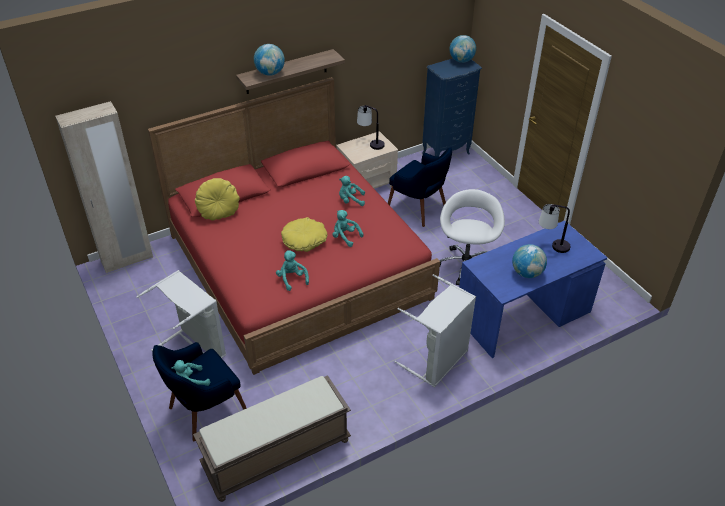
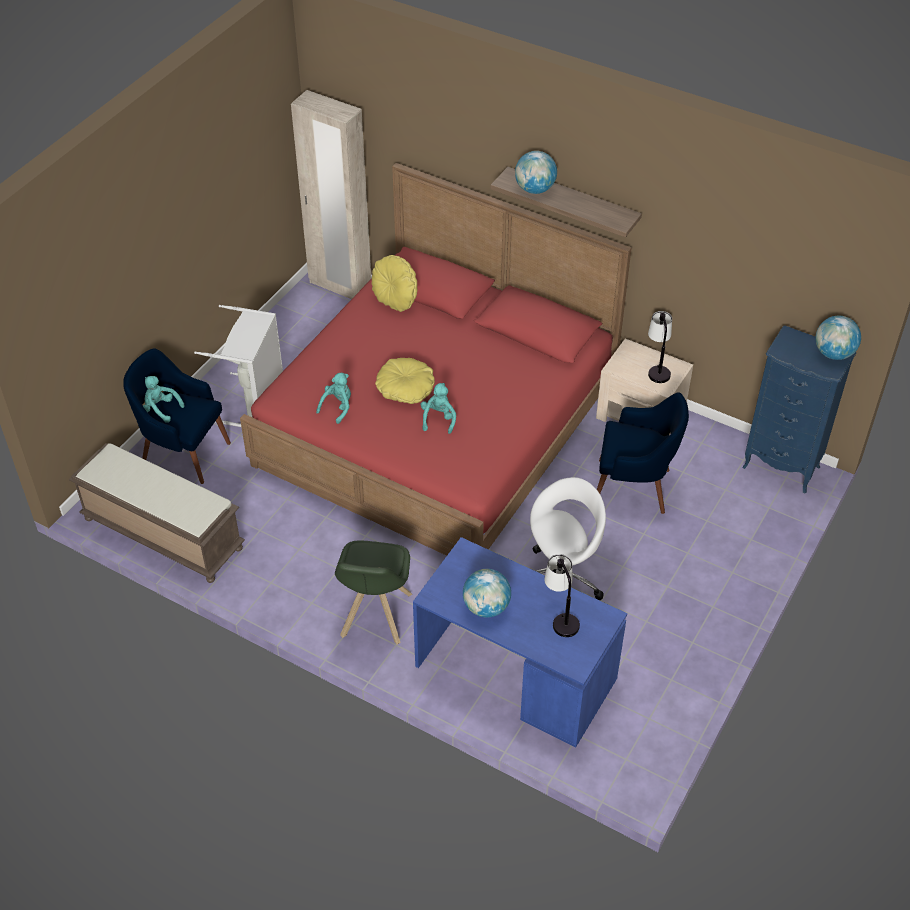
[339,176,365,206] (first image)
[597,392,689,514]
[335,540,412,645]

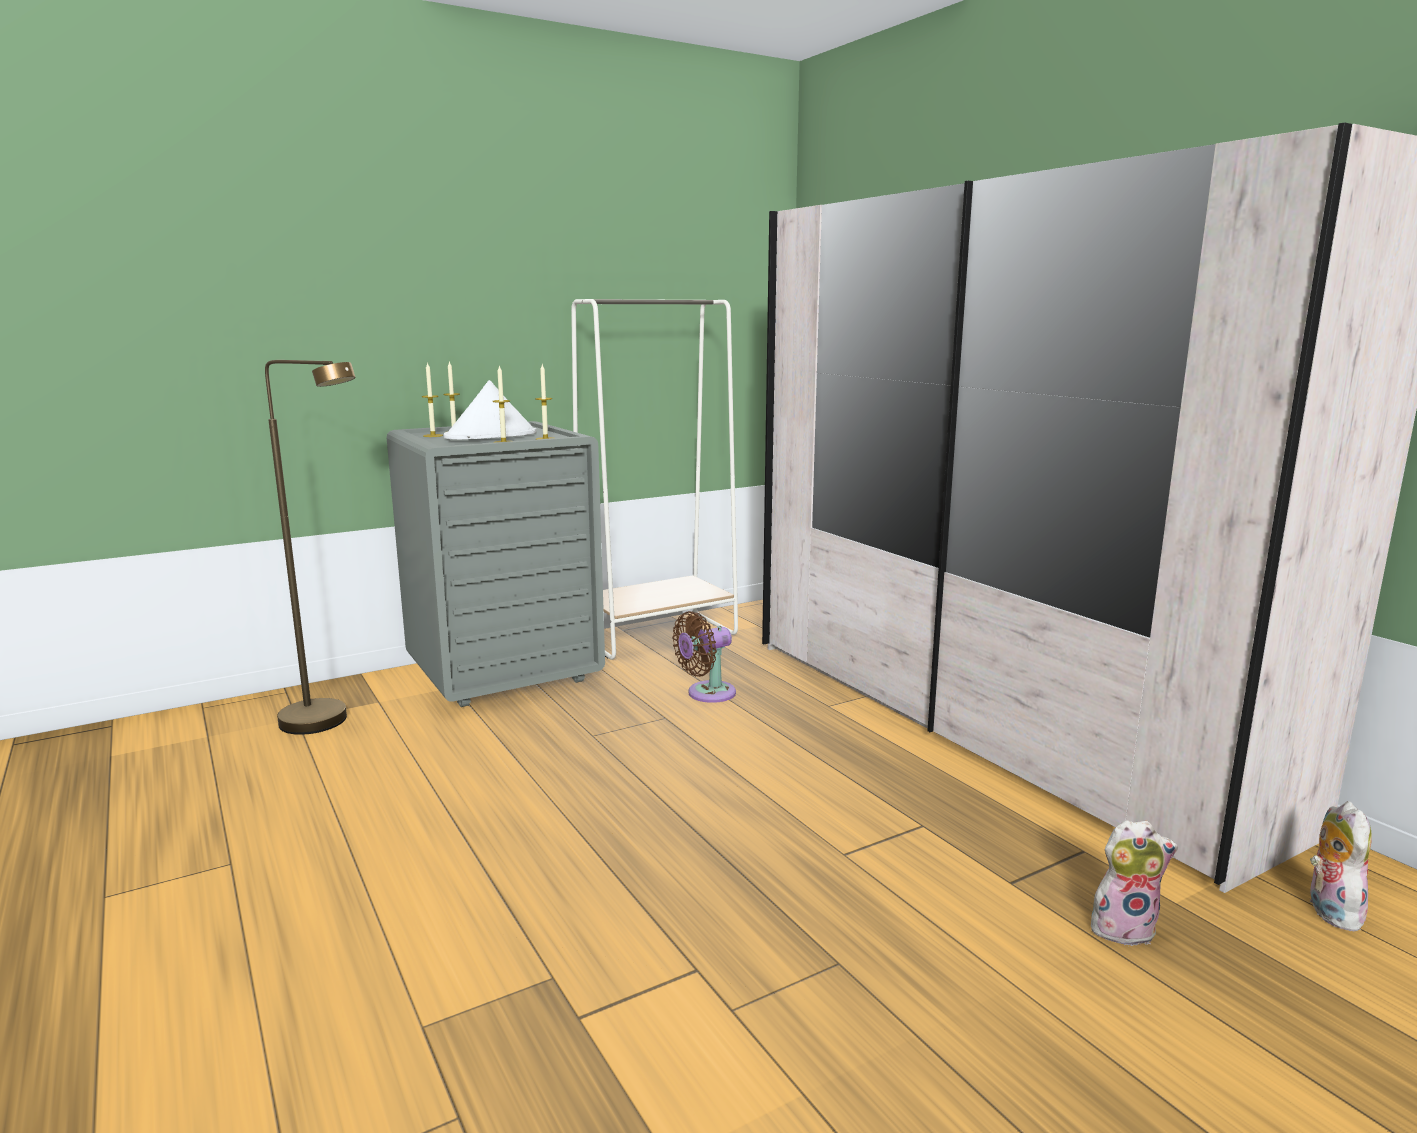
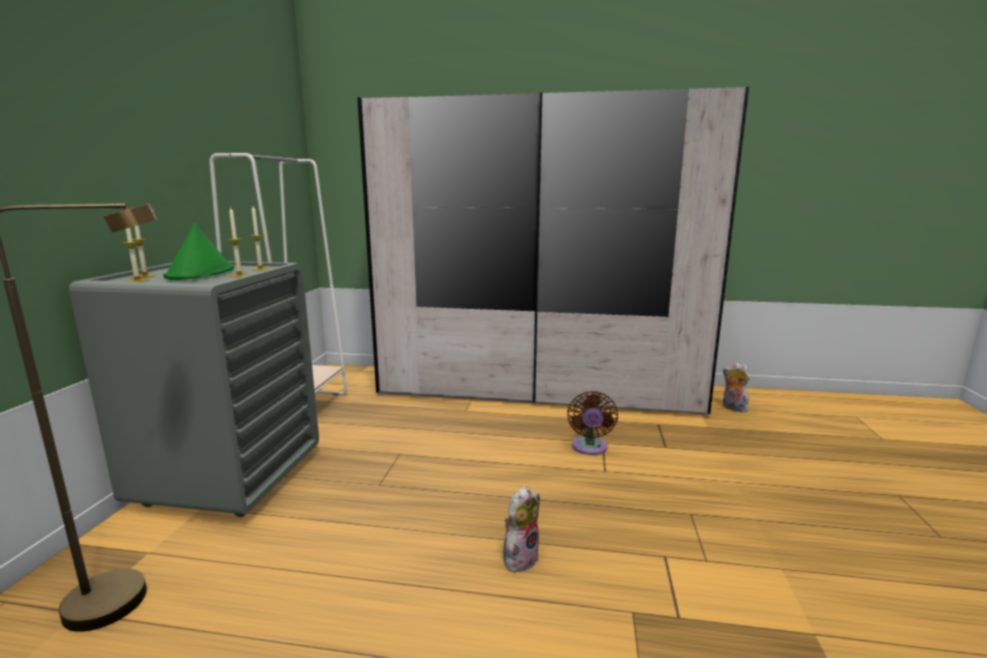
[163,223,234,280]
[567,391,618,455]
[503,486,540,572]

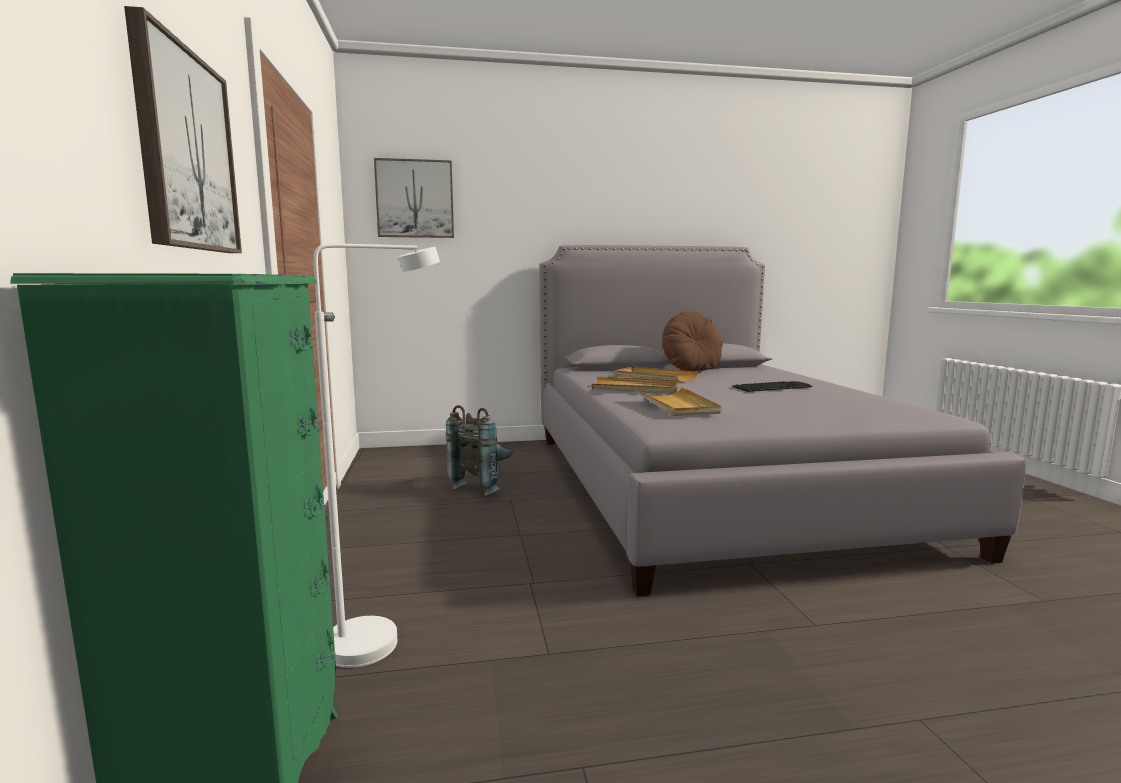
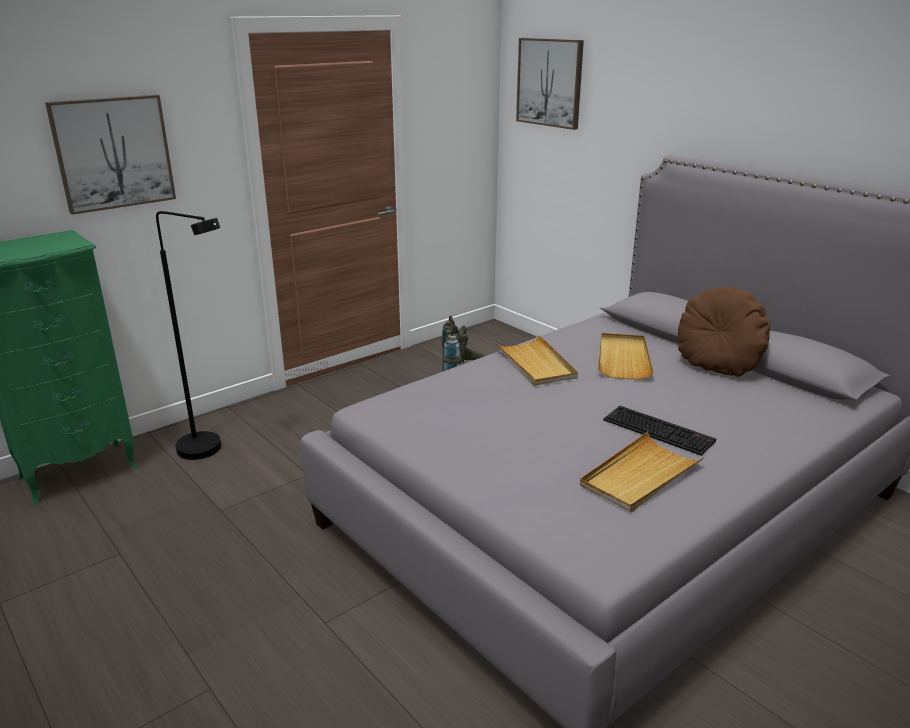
[156,211,221,460]
[580,432,705,512]

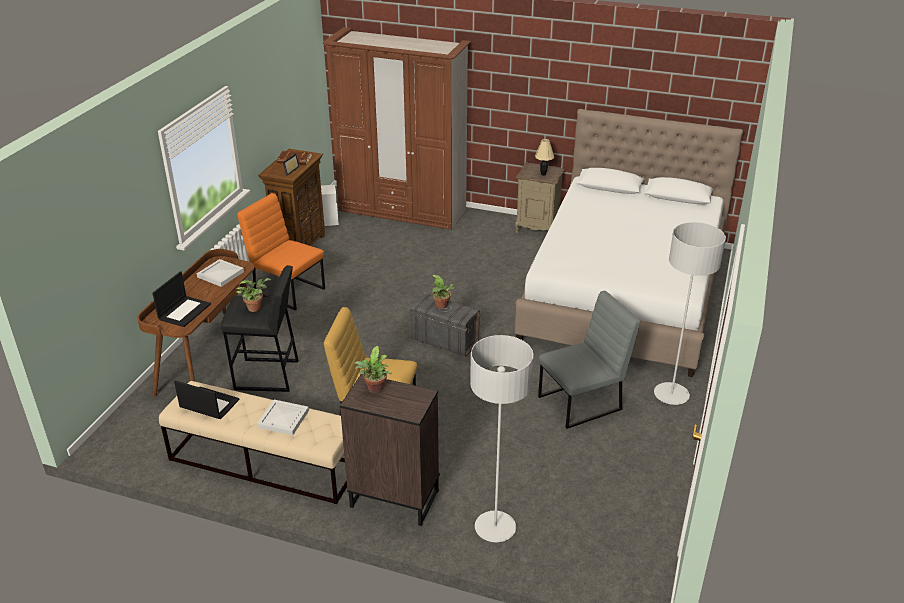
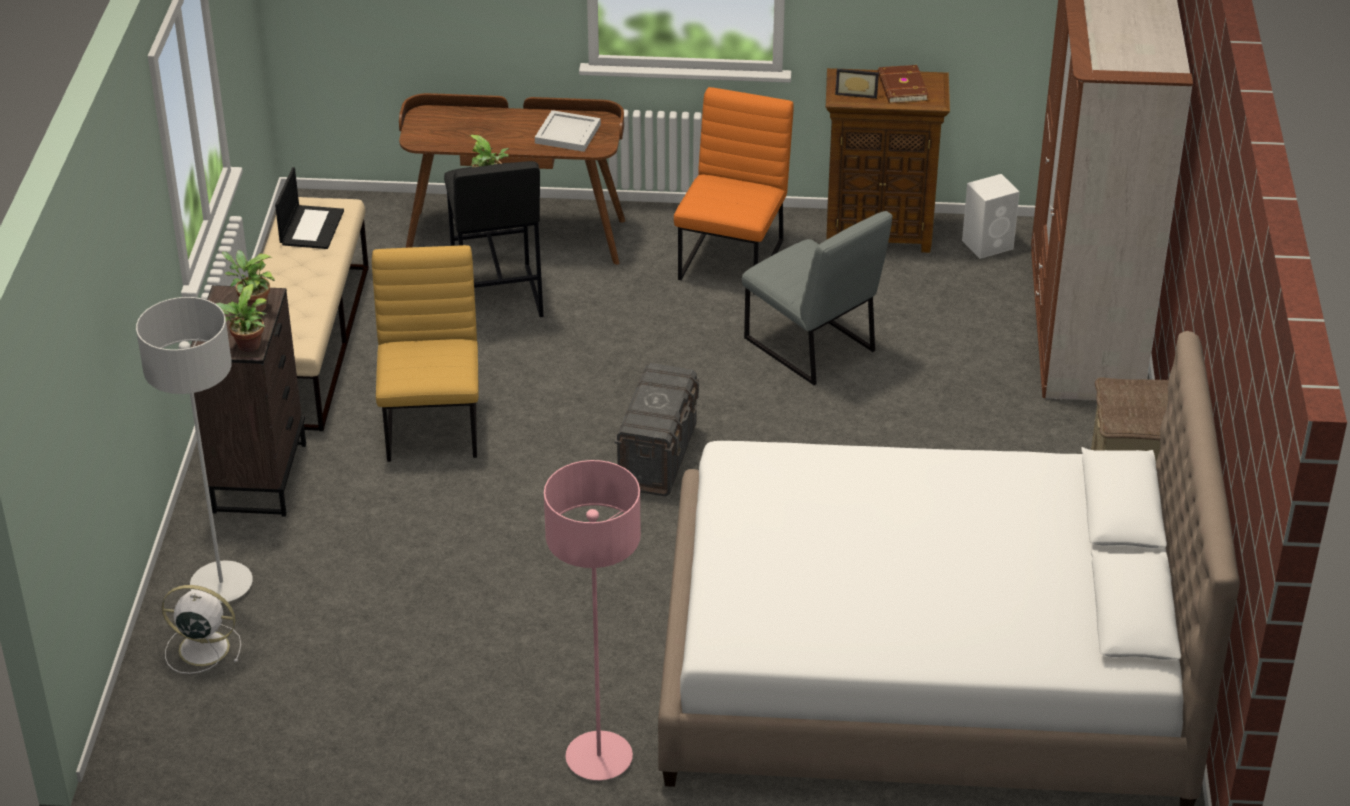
[152,271,211,327] (first image)
[257,400,309,435] (first image)
[216,284,267,352]
[535,139,554,176] (first image)
[742,211,892,385]
[544,460,641,780]
[162,585,241,674]

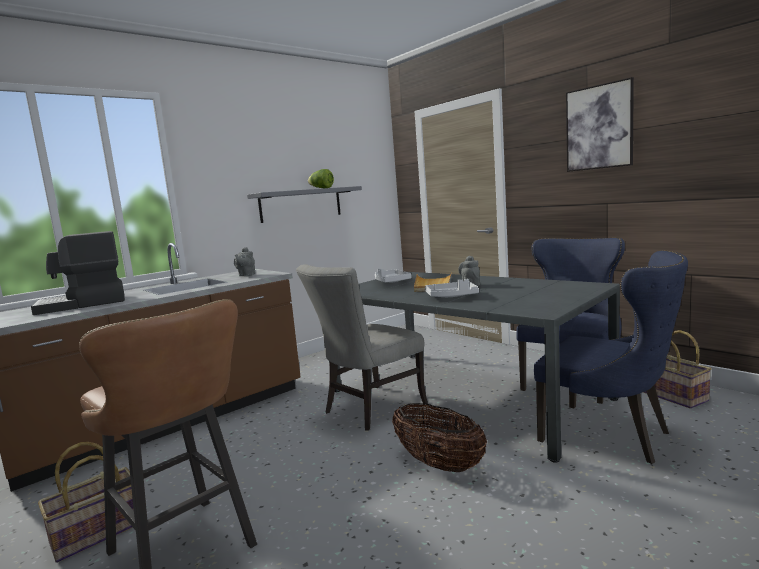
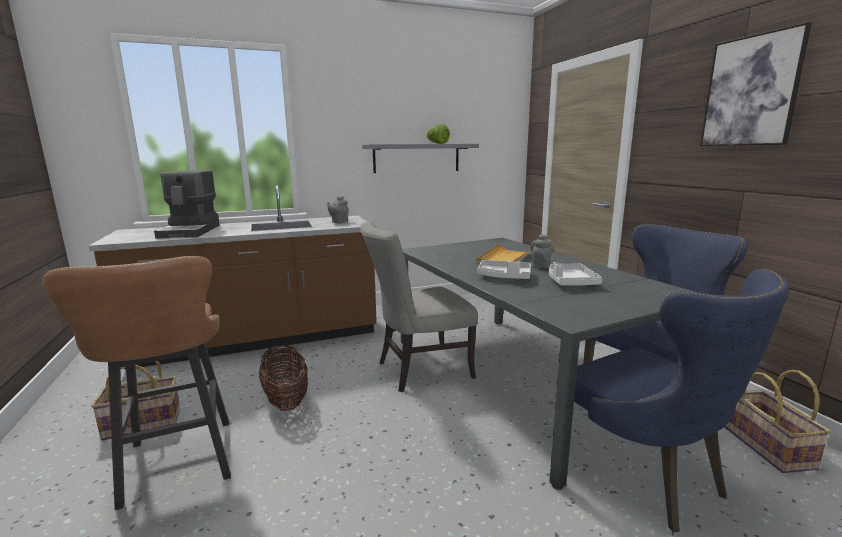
[154,170,220,239]
[549,262,602,286]
[259,345,308,411]

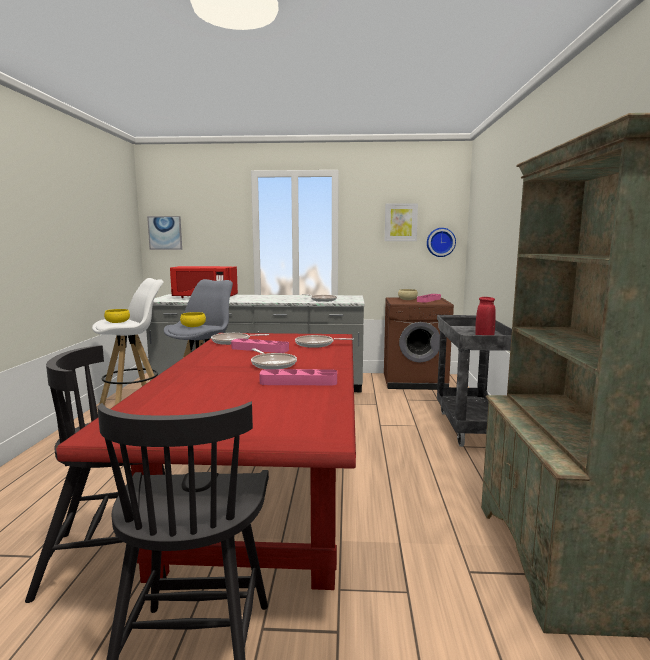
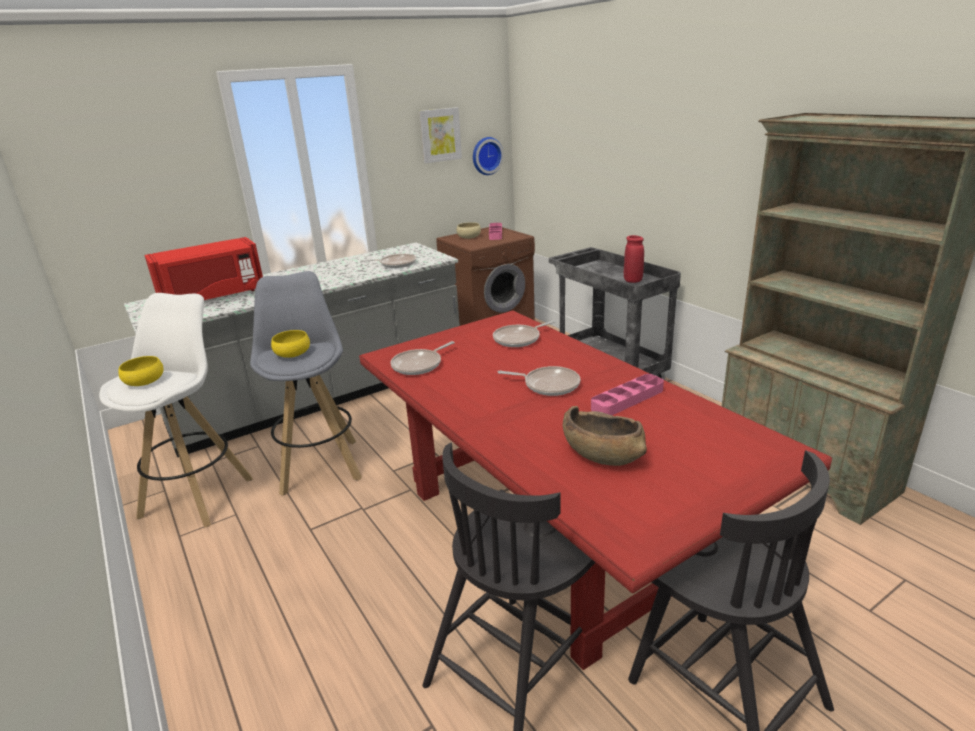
[147,216,182,250] (first image)
[231,338,289,353] (first image)
[563,406,647,466]

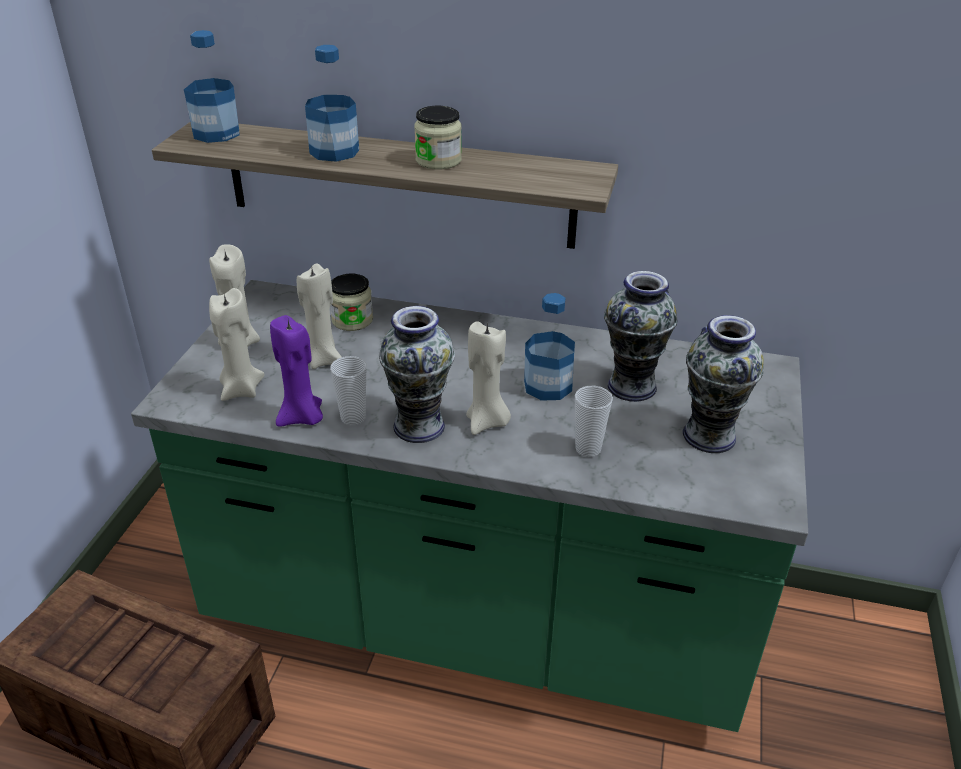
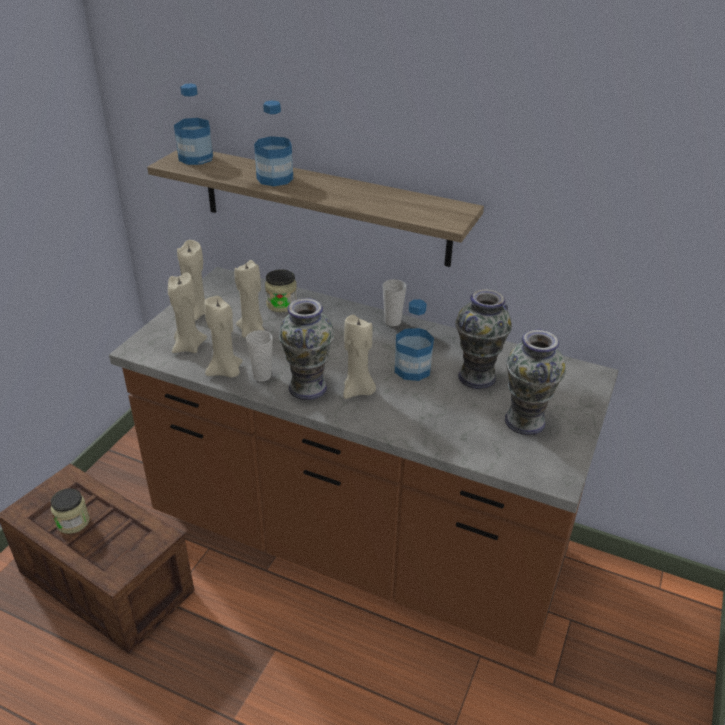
[109,267,618,657]
[204,296,243,378]
[51,488,90,534]
[383,279,407,326]

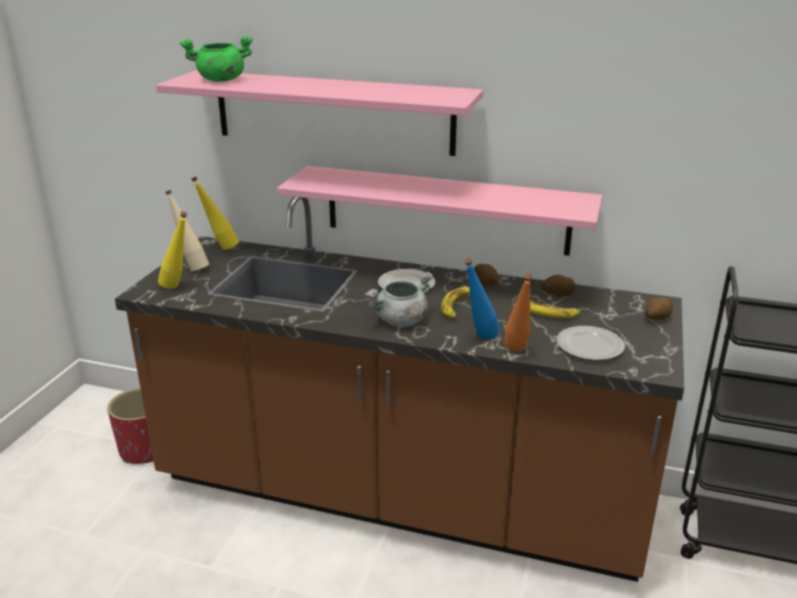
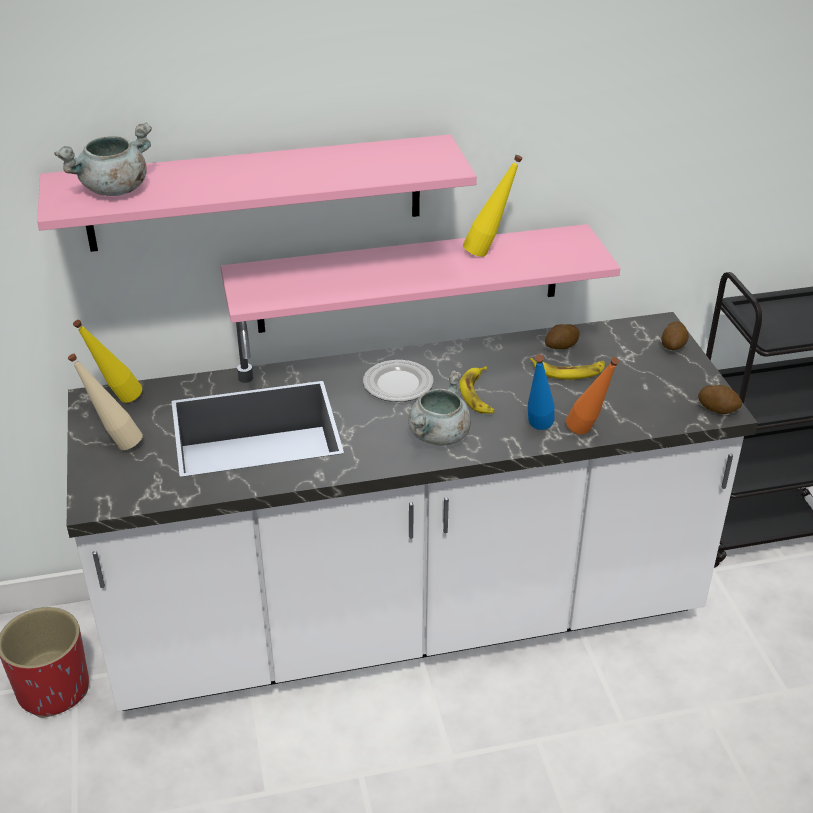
[67,312,758,711]
[463,155,523,257]
[54,123,152,196]
[698,385,742,414]
[557,326,625,360] (first image)

